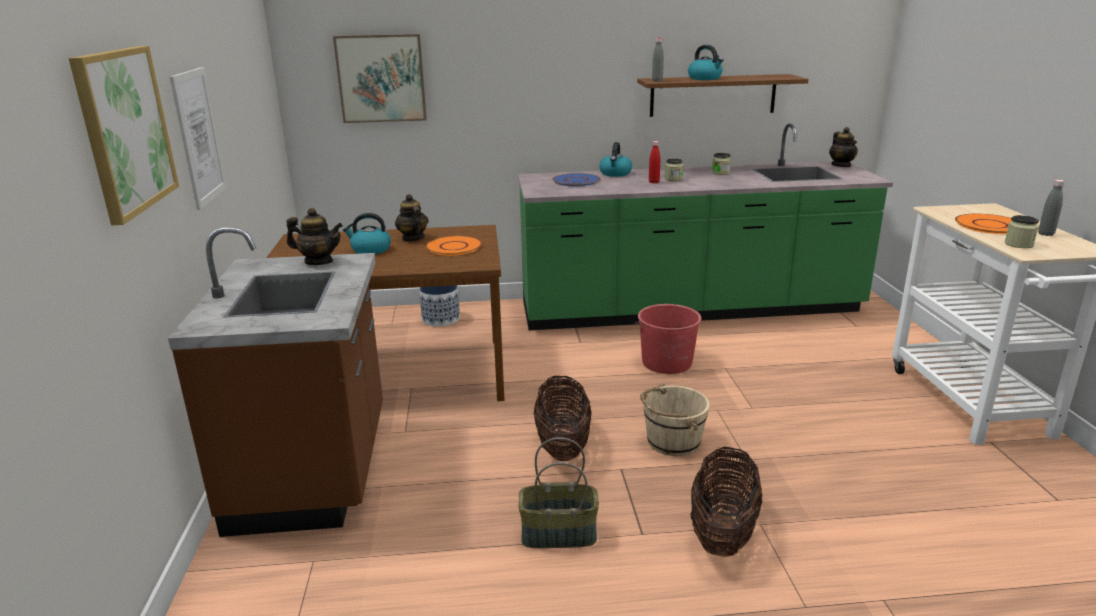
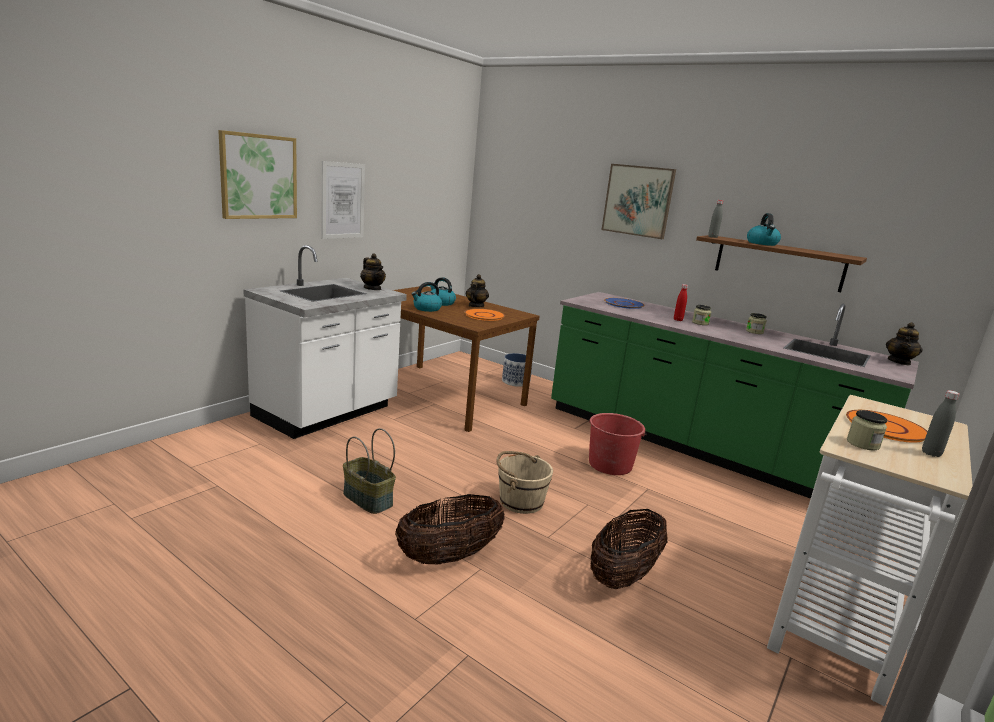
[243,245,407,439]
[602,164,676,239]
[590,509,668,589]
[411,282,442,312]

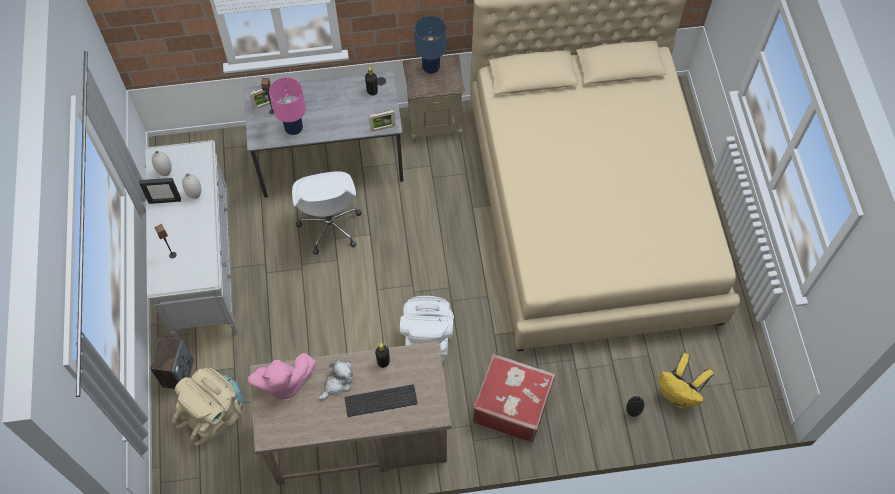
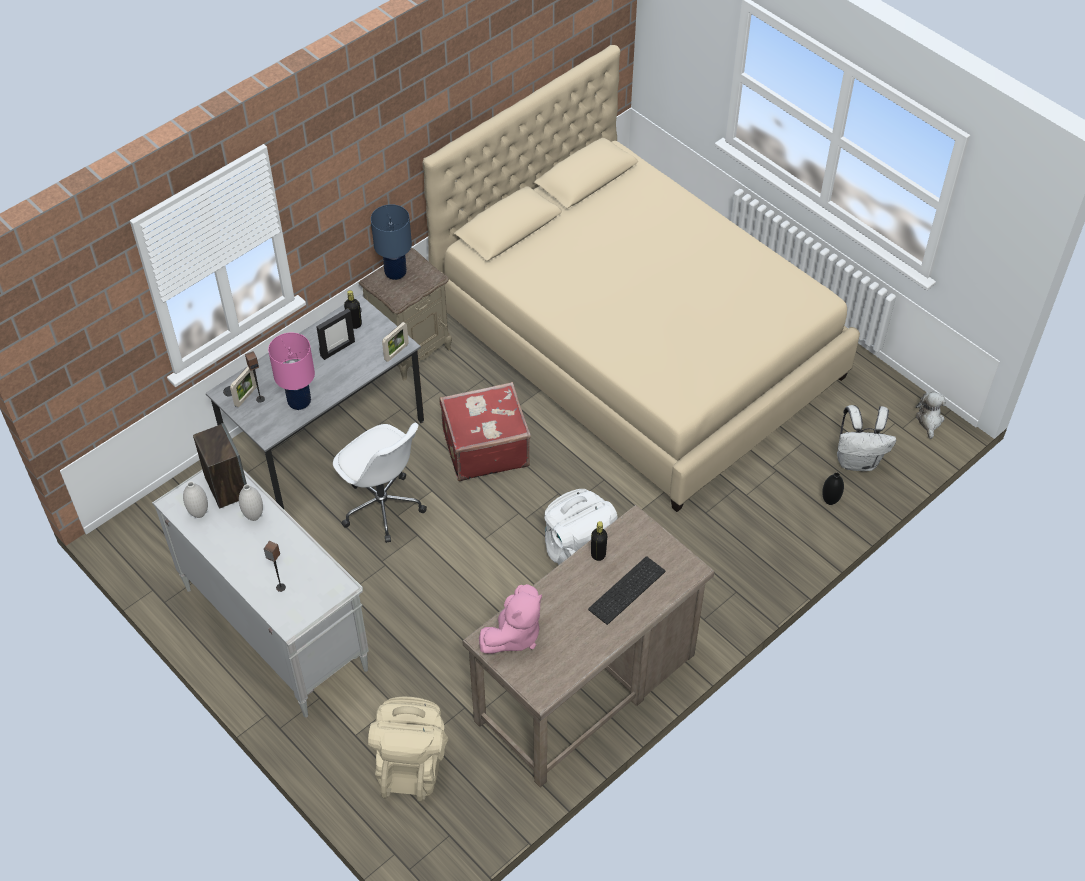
[316,308,355,360]
[193,423,247,508]
[916,391,946,439]
[439,382,531,481]
[837,405,896,471]

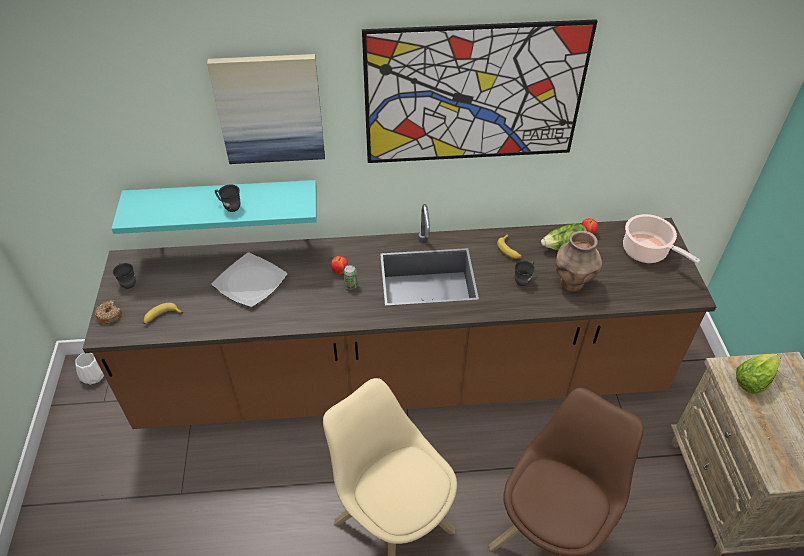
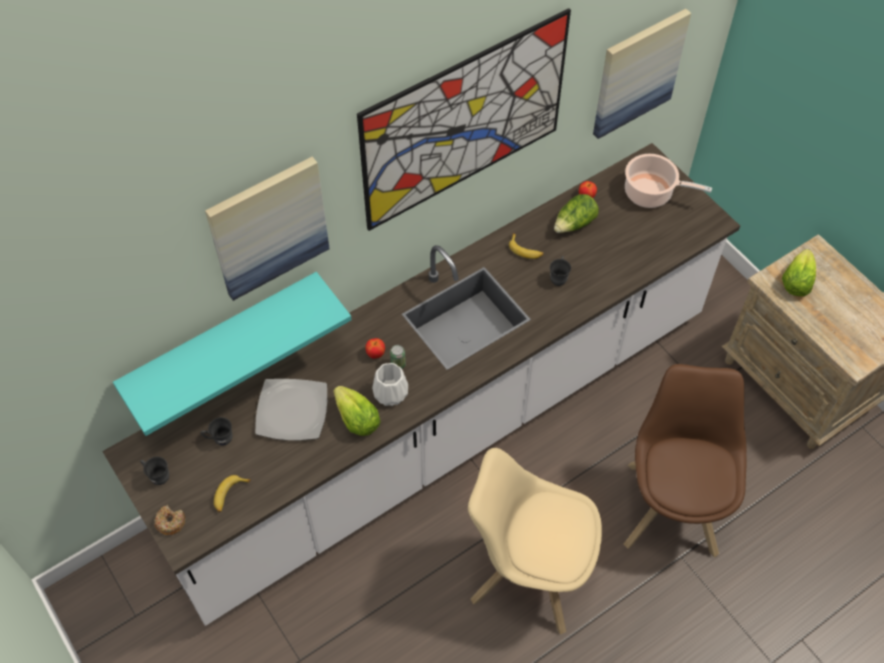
[372,363,408,406]
[102,143,740,626]
[201,417,233,446]
[556,231,602,292] (first image)
[334,386,381,436]
[593,9,691,139]

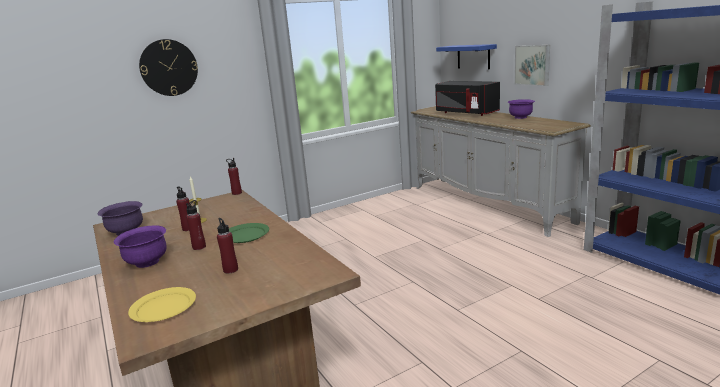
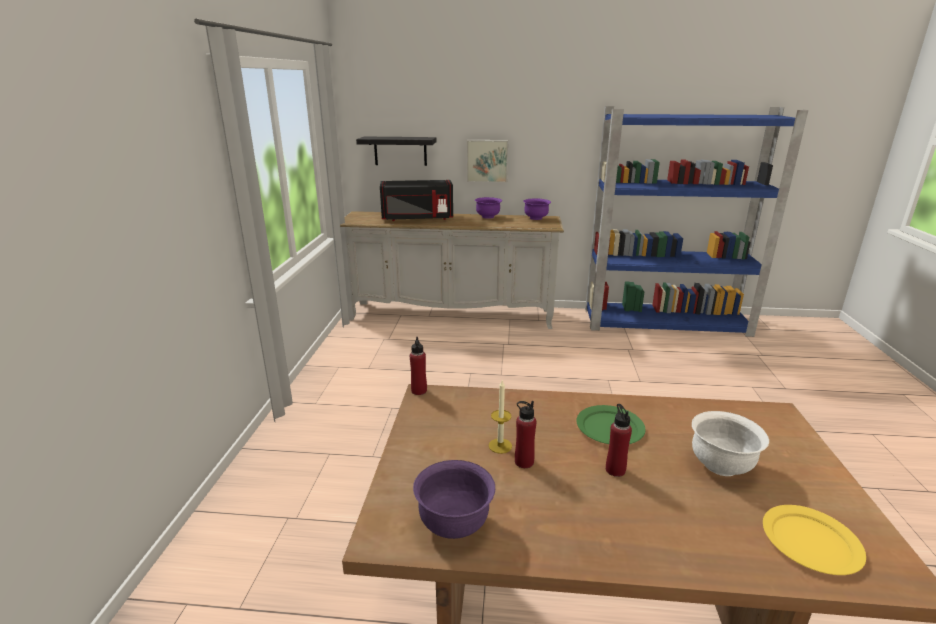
[523,198,551,220]
[139,39,198,96] (first image)
[692,411,769,476]
[356,137,437,166]

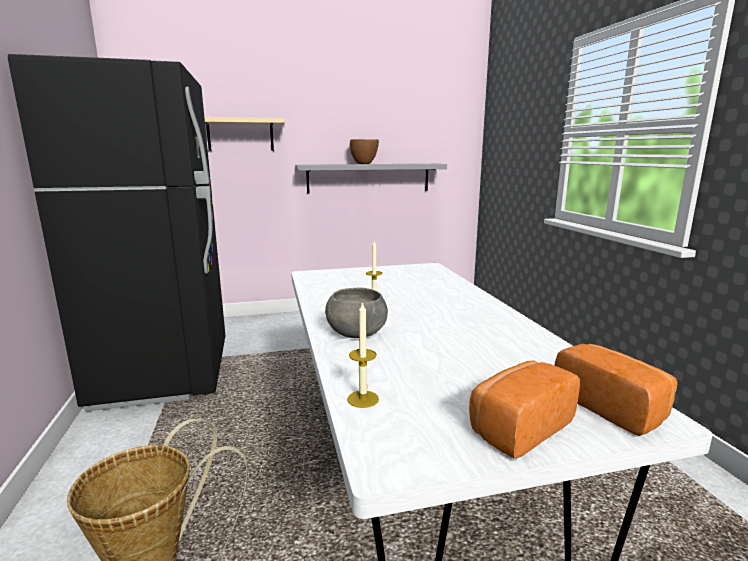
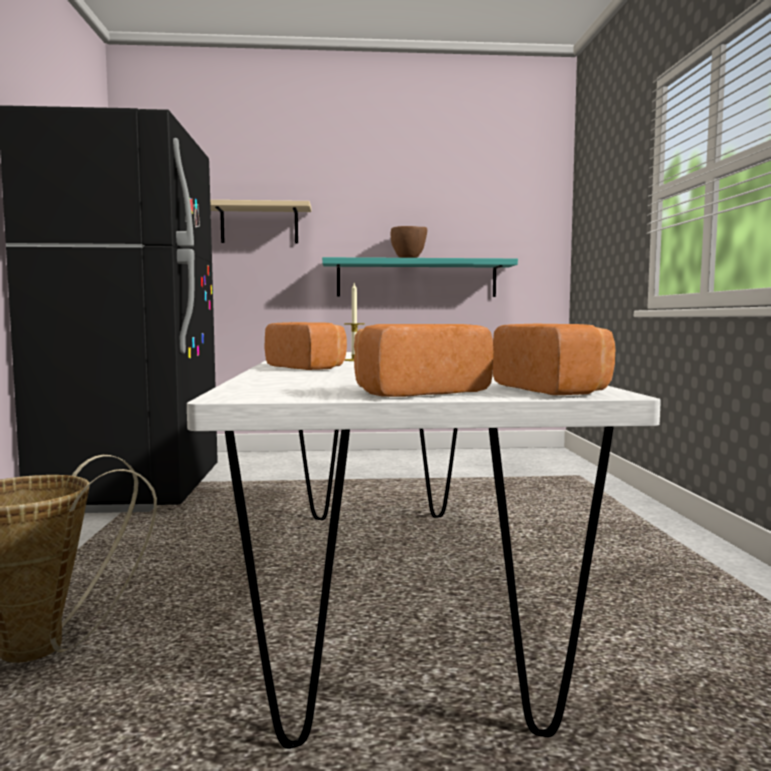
[322,257,518,297]
[264,322,347,370]
[347,302,379,408] (first image)

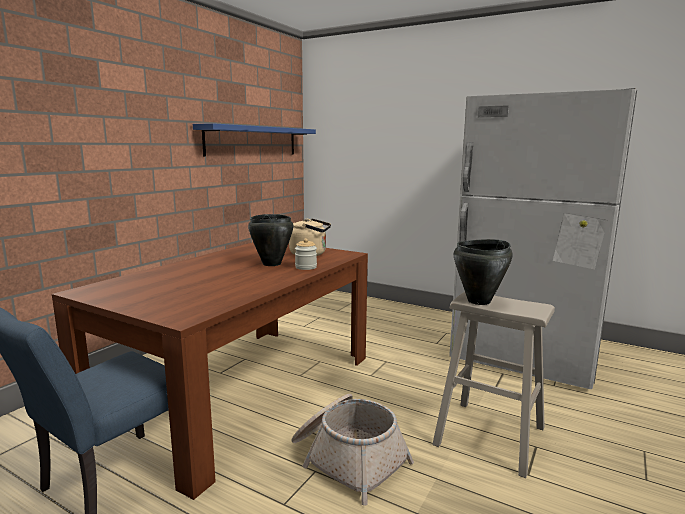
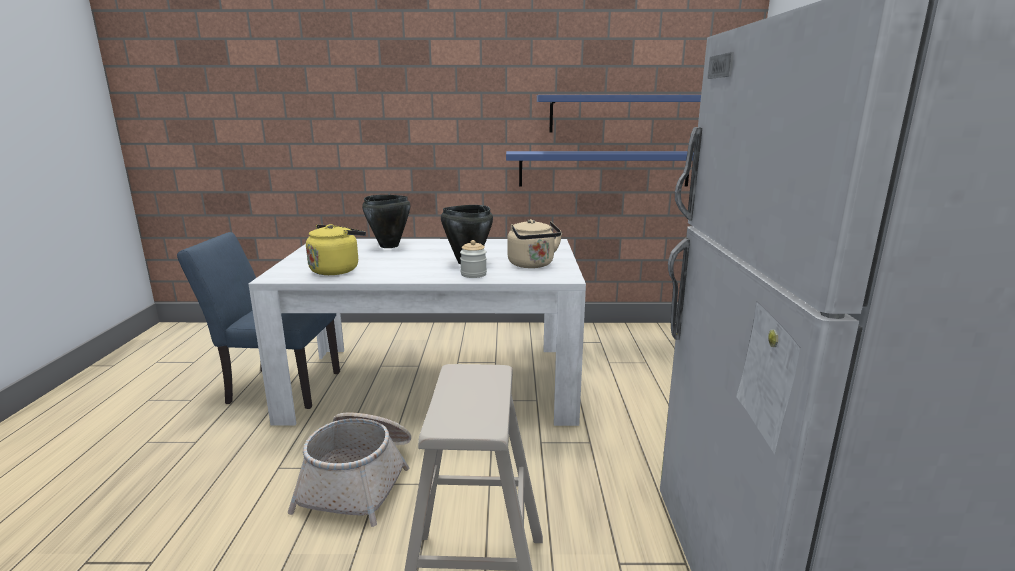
[248,239,586,426]
[362,195,411,248]
[306,224,366,275]
[506,151,694,187]

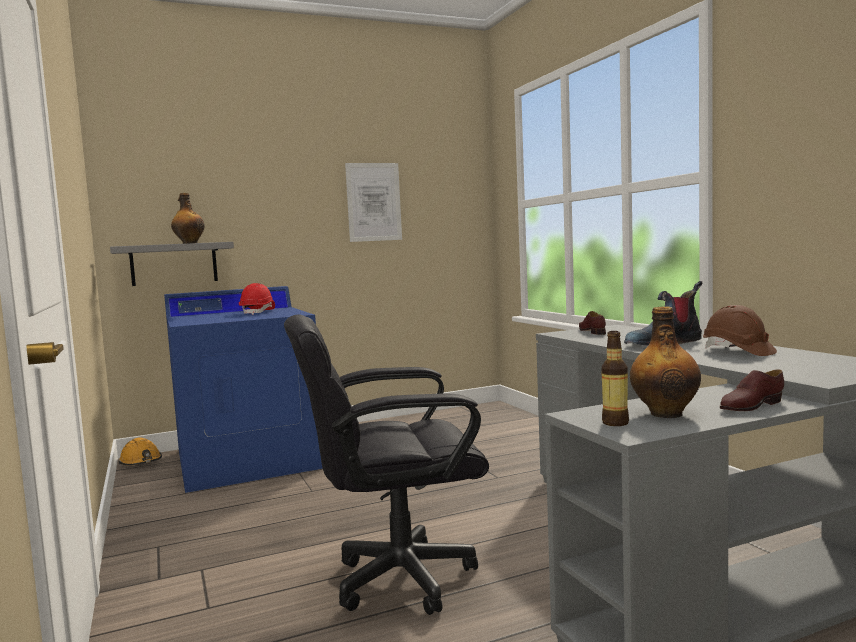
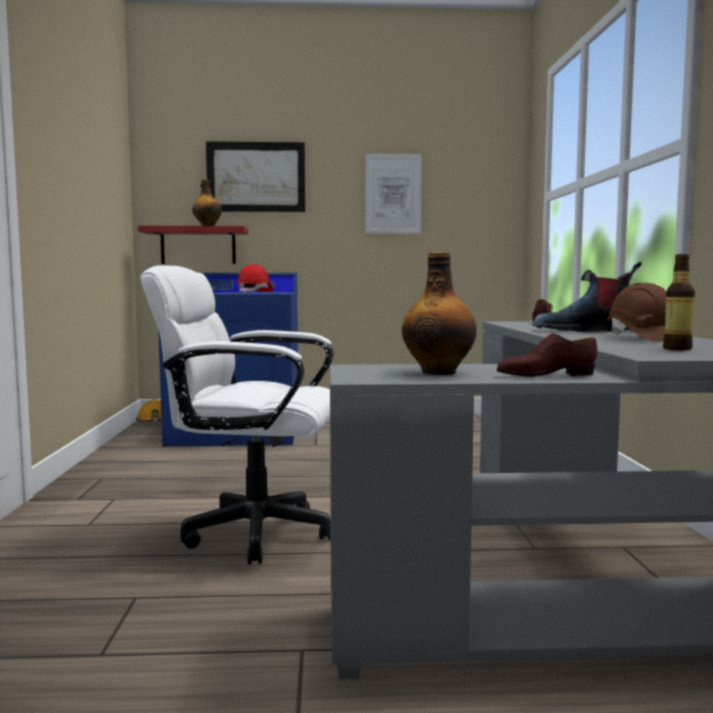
[138,225,248,264]
[140,265,333,564]
[663,254,695,350]
[206,141,305,212]

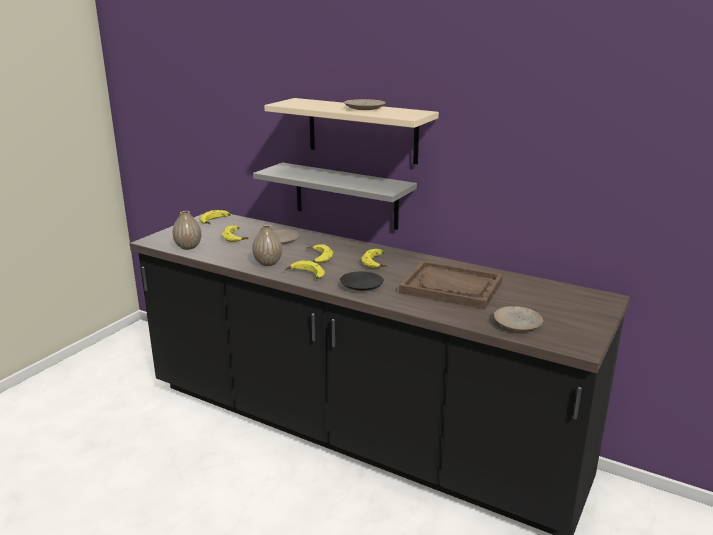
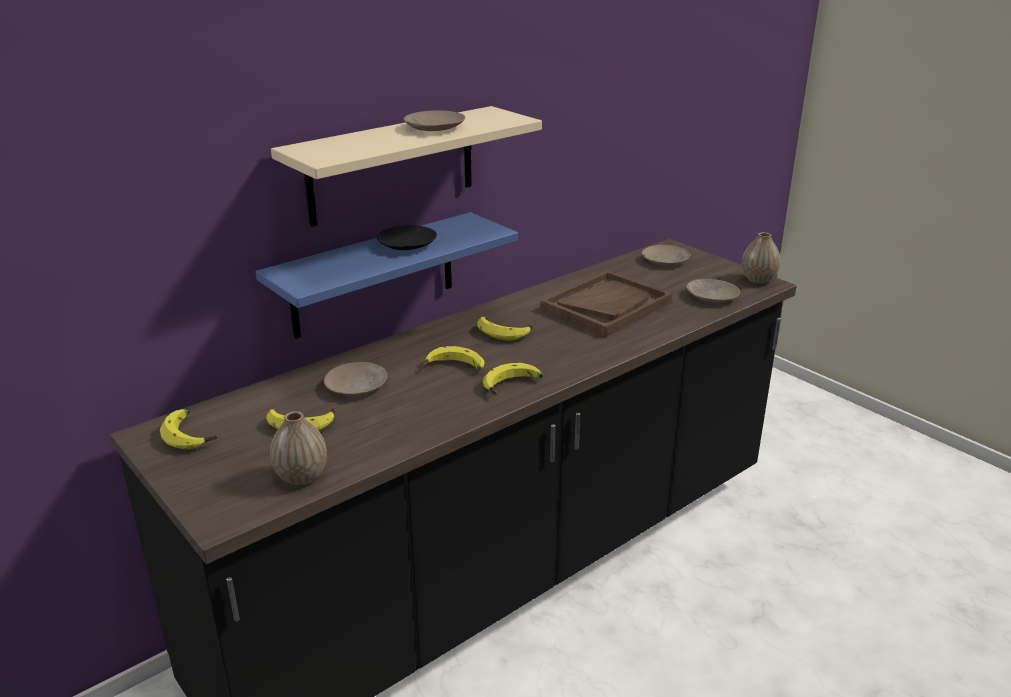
[742,232,780,284]
[256,212,518,339]
[377,225,437,250]
[642,245,691,266]

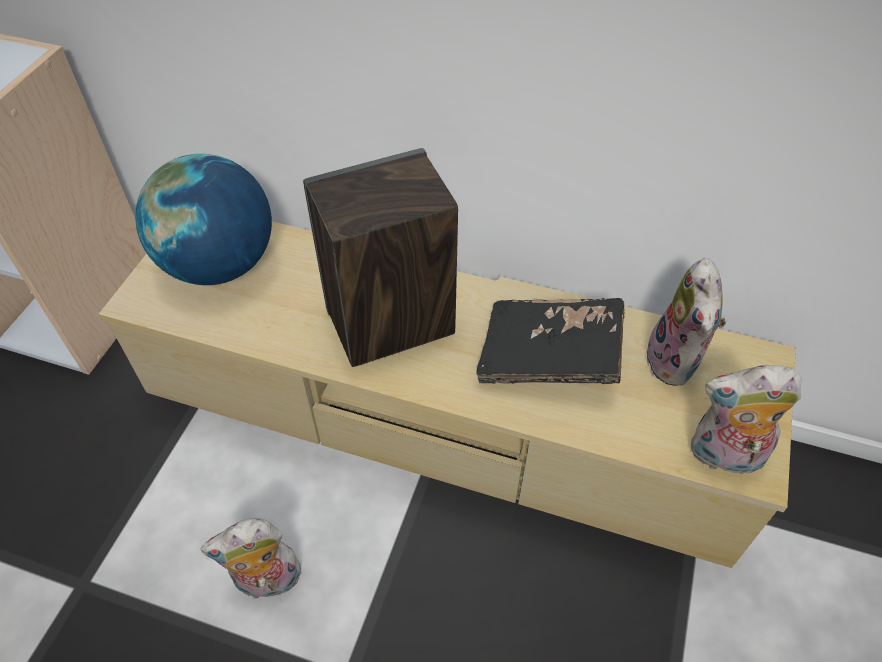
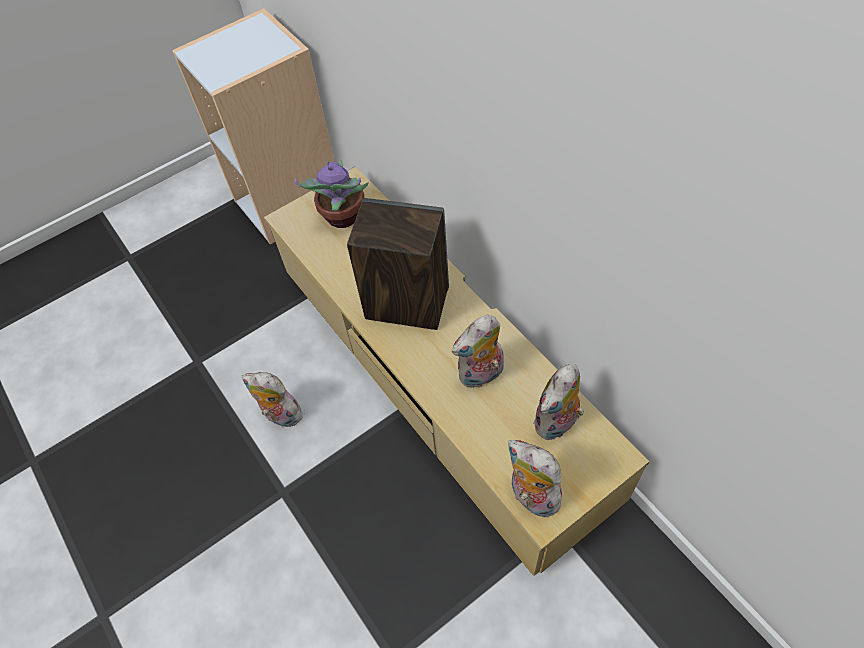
[294,160,369,228]
[452,315,504,388]

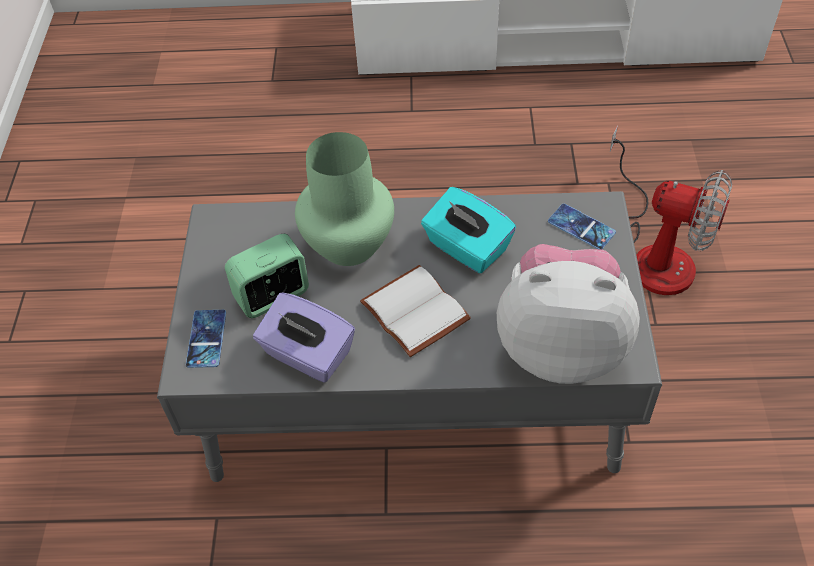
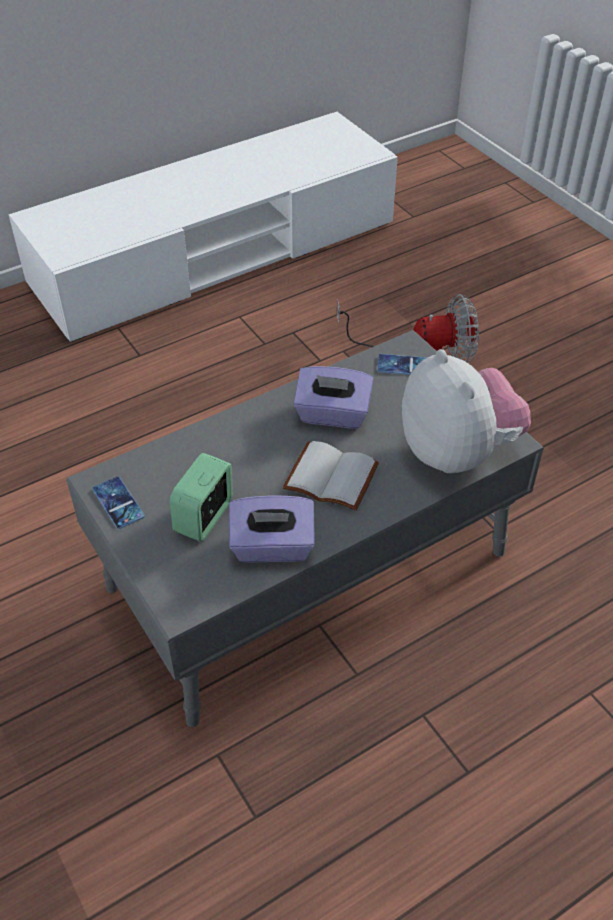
[92,477,145,529]
[295,132,394,266] (first image)
[294,366,374,429]
[401,349,531,474]

